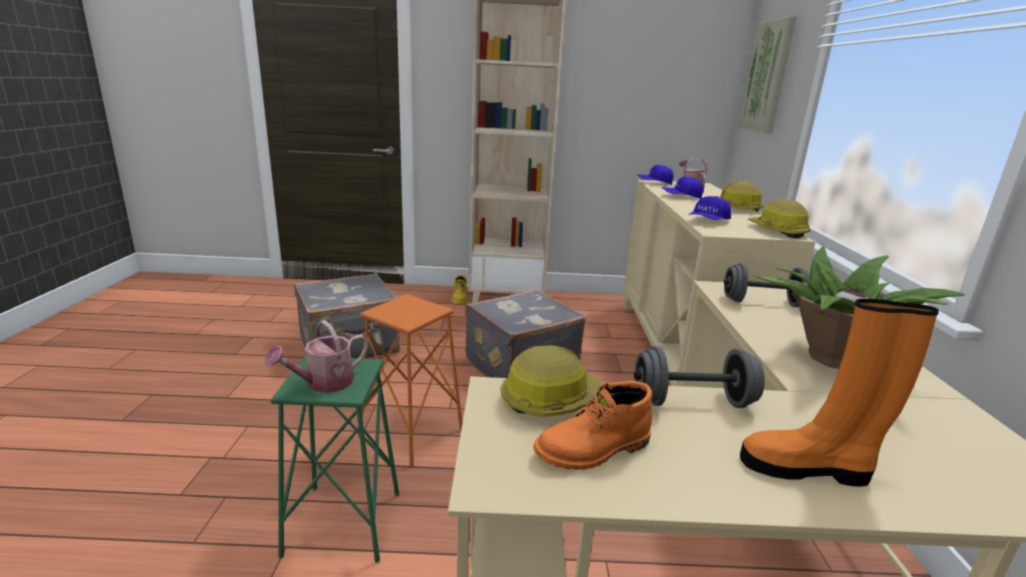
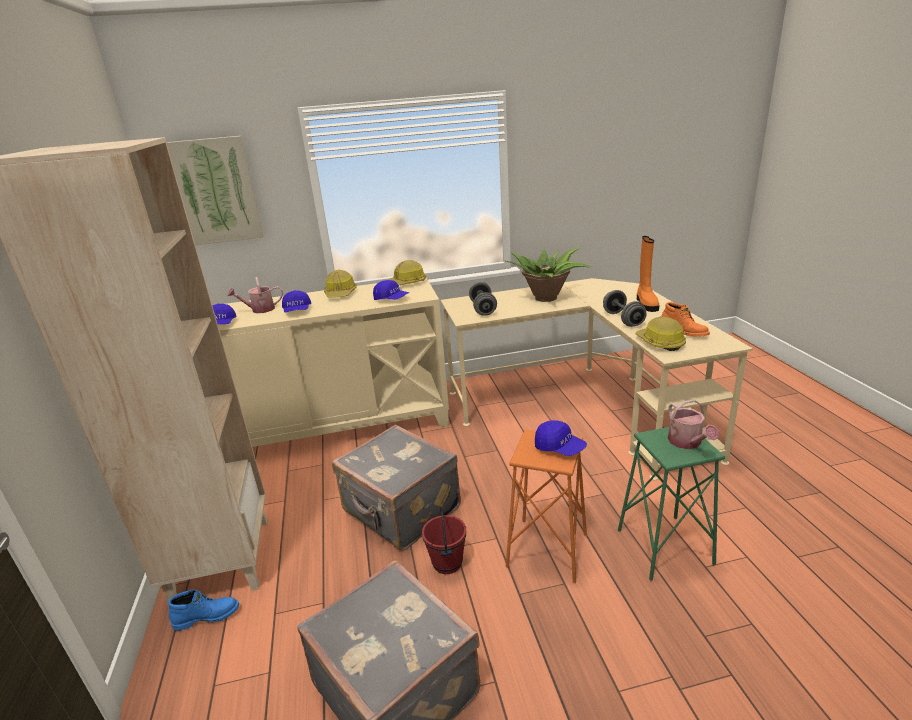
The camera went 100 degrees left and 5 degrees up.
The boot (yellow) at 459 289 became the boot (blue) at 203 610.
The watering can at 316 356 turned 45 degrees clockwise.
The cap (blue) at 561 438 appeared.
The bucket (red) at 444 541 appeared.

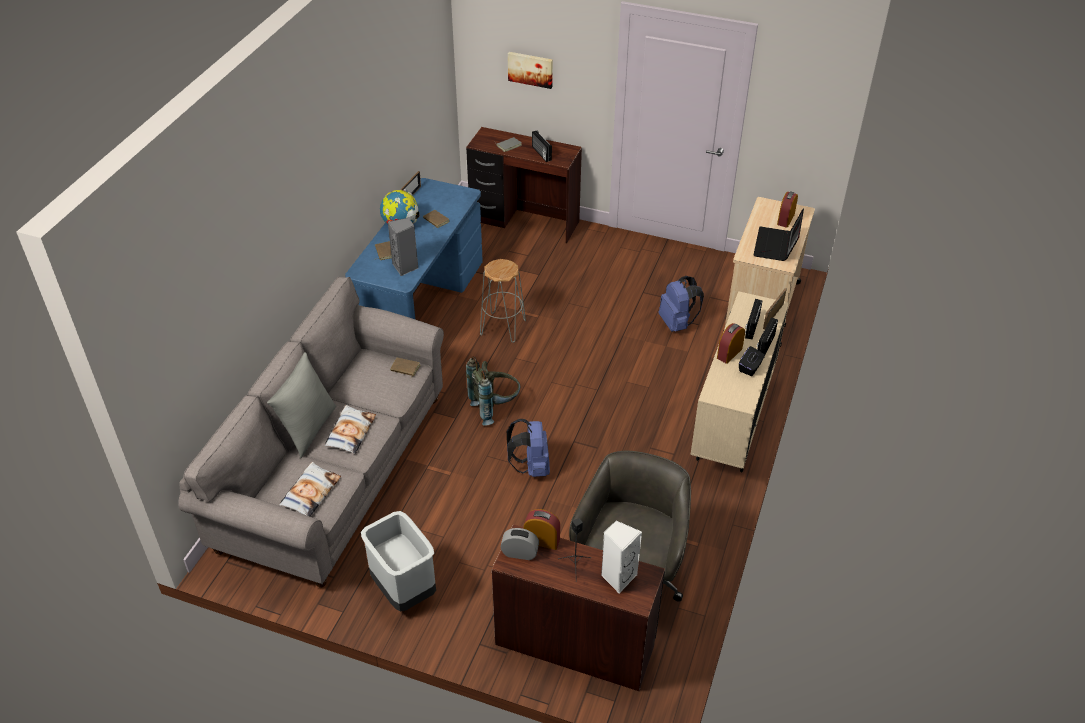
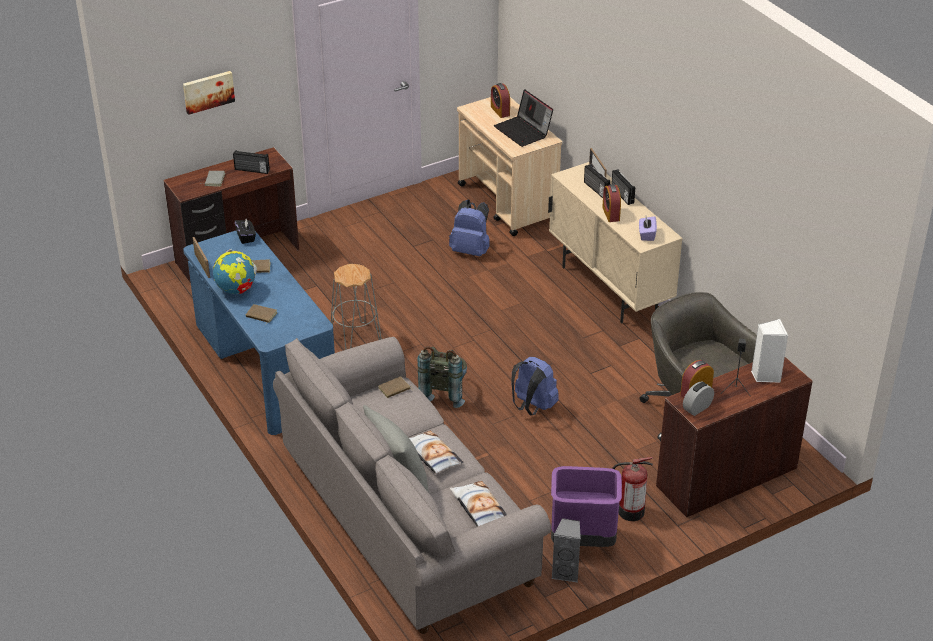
The camera went 50 degrees left and 5 degrees down.
The speaker (grey) moved from 403 247 to 566 550.
The tissue box (black) moved from 752 361 to 245 231.
The trash can (grey) at 398 561 became the trash can (purple) at 586 506.
The tissue box (purple) at 648 228 appeared.
The fire extinguisher at 632 489 appeared.

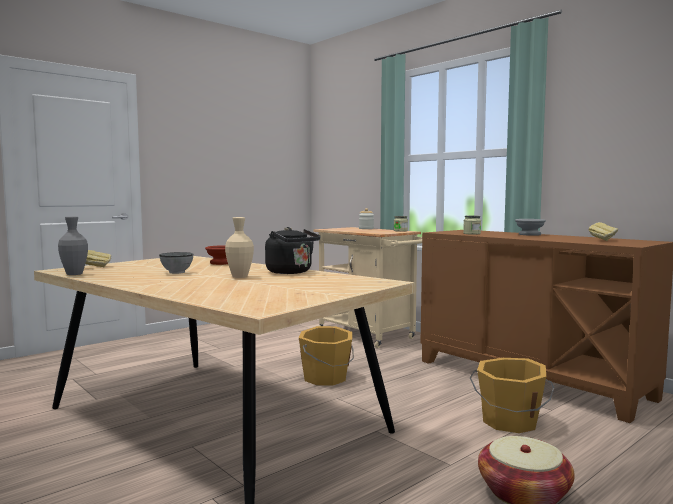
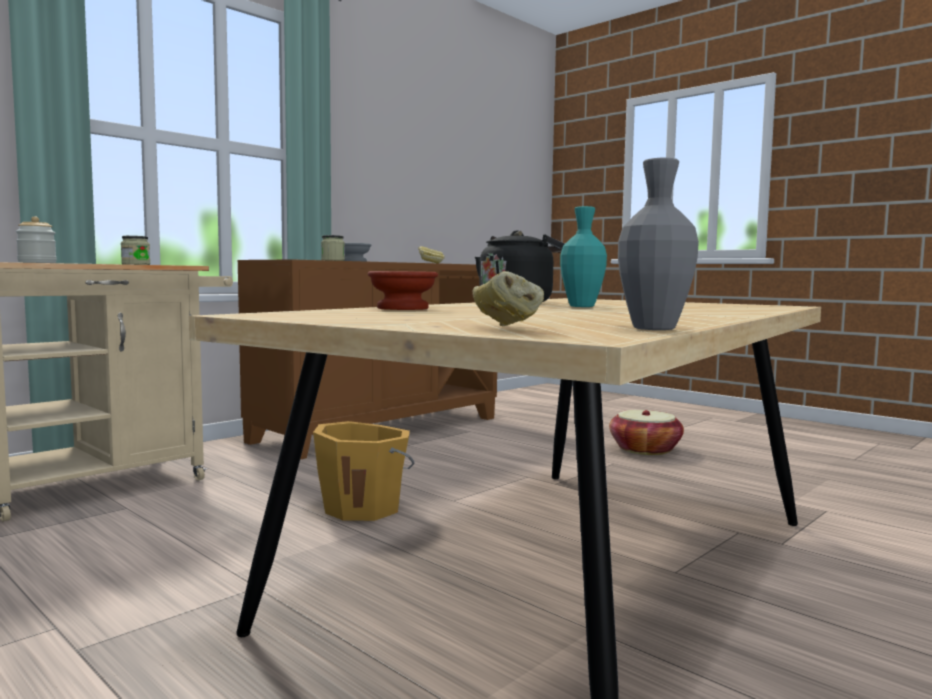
The camera went 95 degrees left and 0 degrees up.
The vase (beige) at 239 247 became the vase (turquoise) at 583 256.
The bowl (grey) at 176 263 disappeared.
The bucket (orange) at 512 395 disappeared.

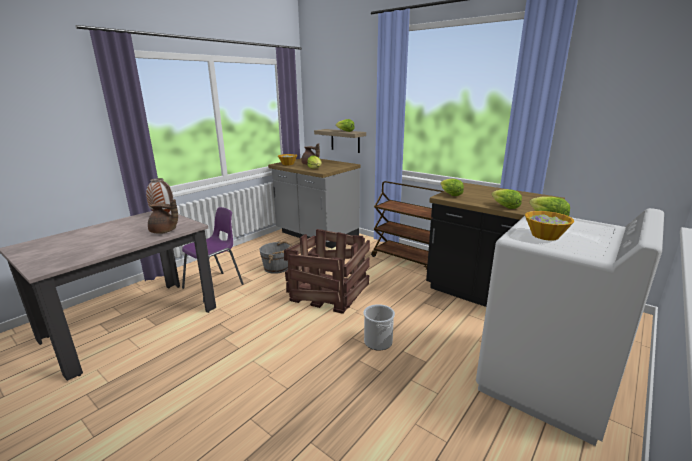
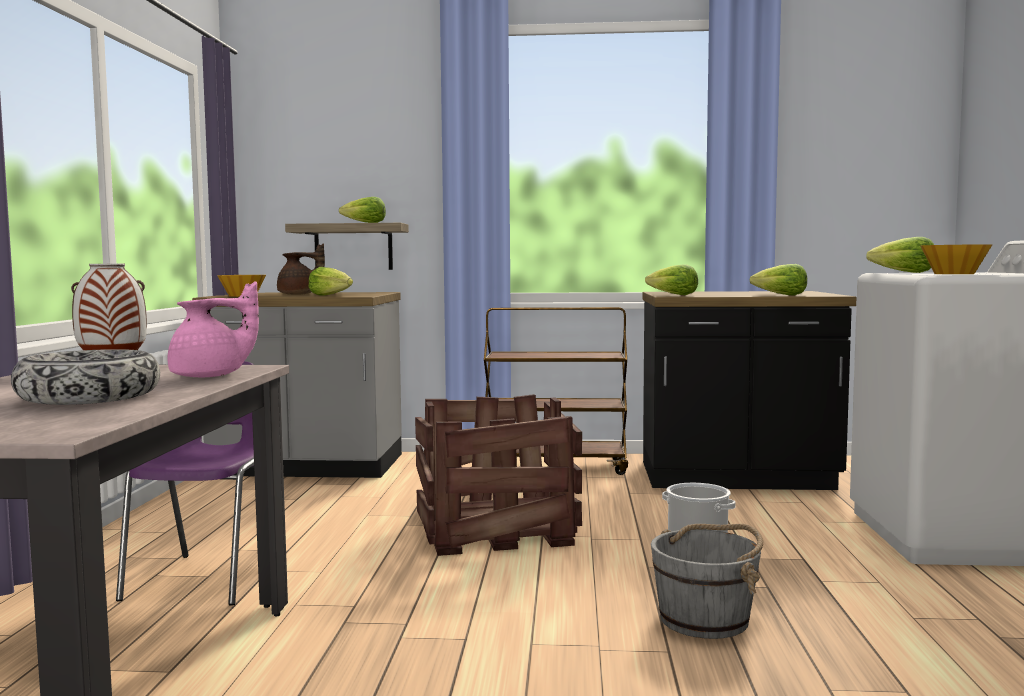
The camera went 35 degrees left and 15 degrees down.
The teapot (brown) at 163 216 became the teapot (pink) at 213 329.
The bucket (grey) moved from 275 257 to 707 581.
The bowl at 85 377 appeared.

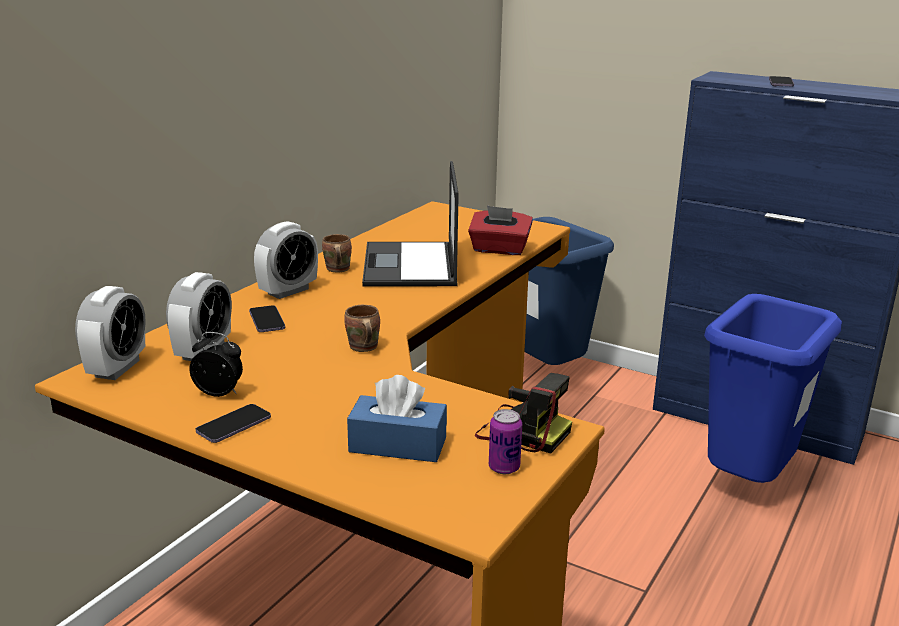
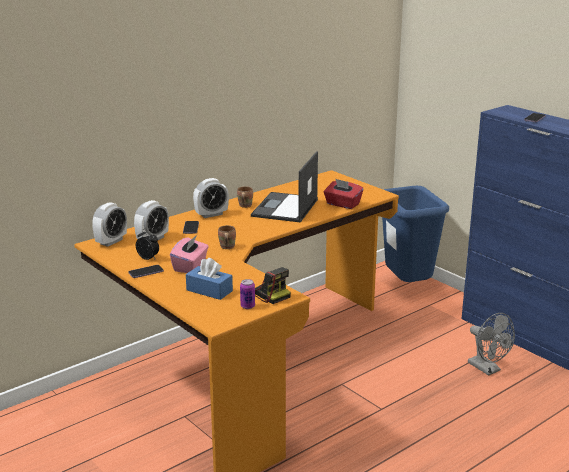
The camera went 20 degrees right and 0 degrees up.
The trash can (blue) at 773 388 was replaced by the fan (grey) at 491 344.
The tissue box (pink) at 189 254 appeared.

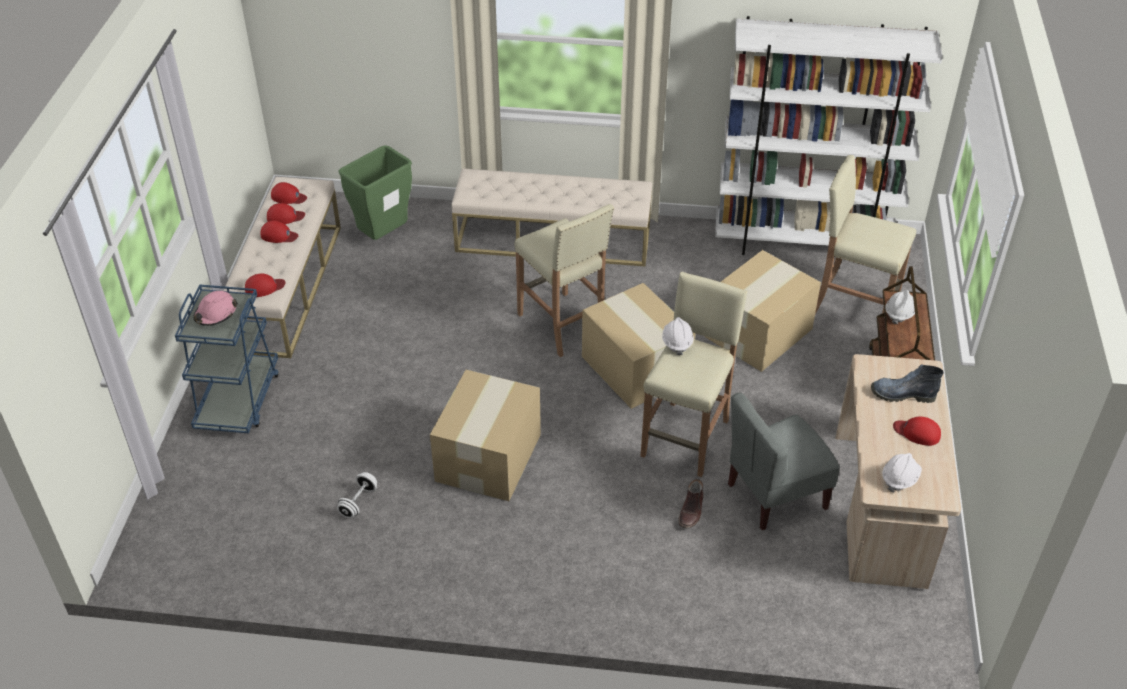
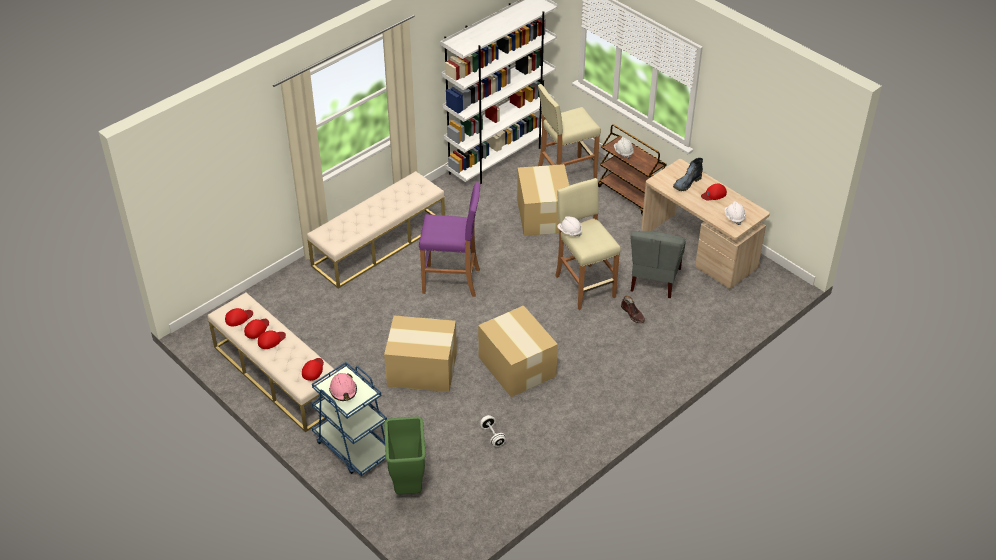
The camera went 50 degrees left and 0 degrees up.
The trash can (green) moved from 375 192 to 405 455.
The stool (beige) at 564 280 became the stool (purple) at 450 239.
The cardboard box moved from 639 346 to 420 354.

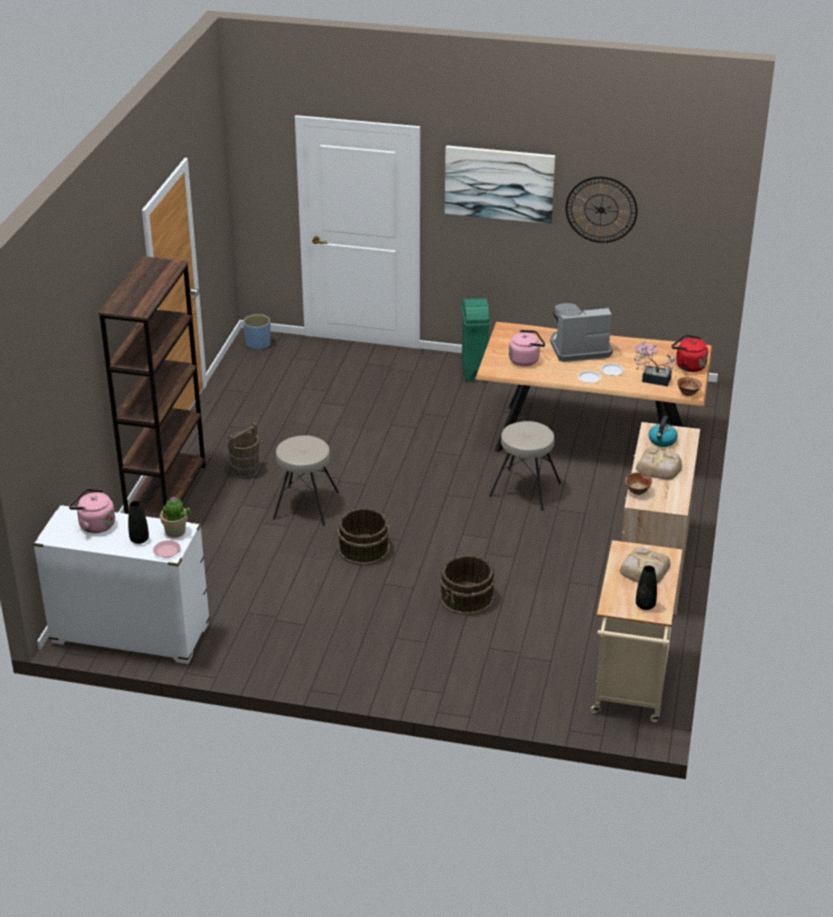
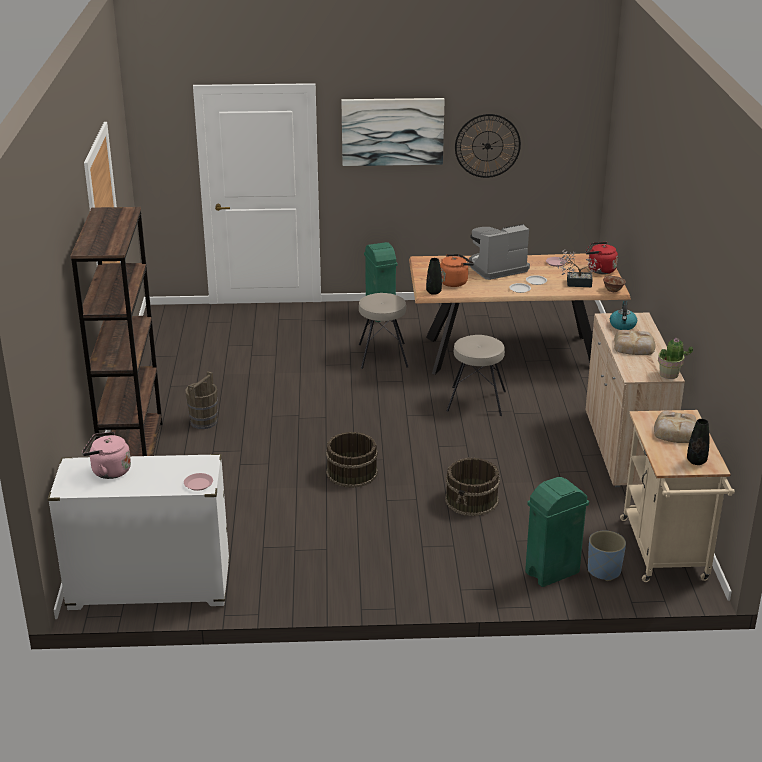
The camera went 15 degrees left and 5 degrees down.
The planter (blue) moved from 257 332 to 607 555.
The kettle (pink) at 527 348 became the kettle (orange) at 457 270.
The stool (beige) moved from 306 480 to 383 331.
The bowl at 638 483 disappeared.
The potted plant moved from 175 517 to 675 358.
The vase (black) moved from 138 522 to 434 276.
The trash can (green) at 557 532 appeared.

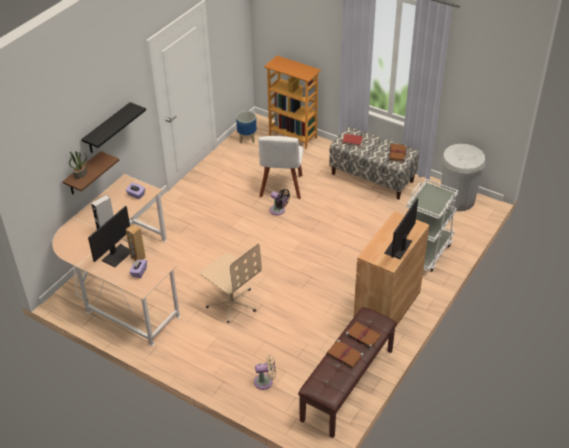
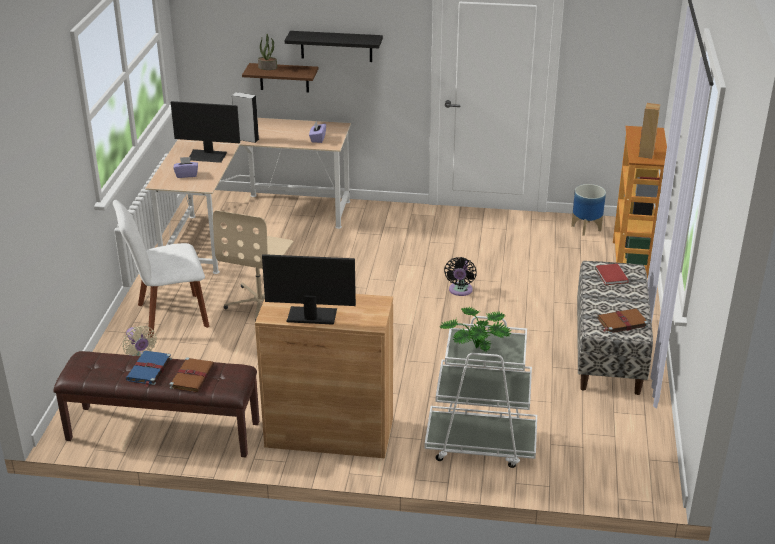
The camera went 65 degrees right and 10 degrees down.
The chair (white) moved from 280 167 to 161 268.
The trash can (white) at 463 177 disappeared.
The speaker (brown) moved from 136 242 to 649 131.
The book (brown) at 345 354 became the book (blue) at 149 369.
The potted plant at 476 329 appeared.

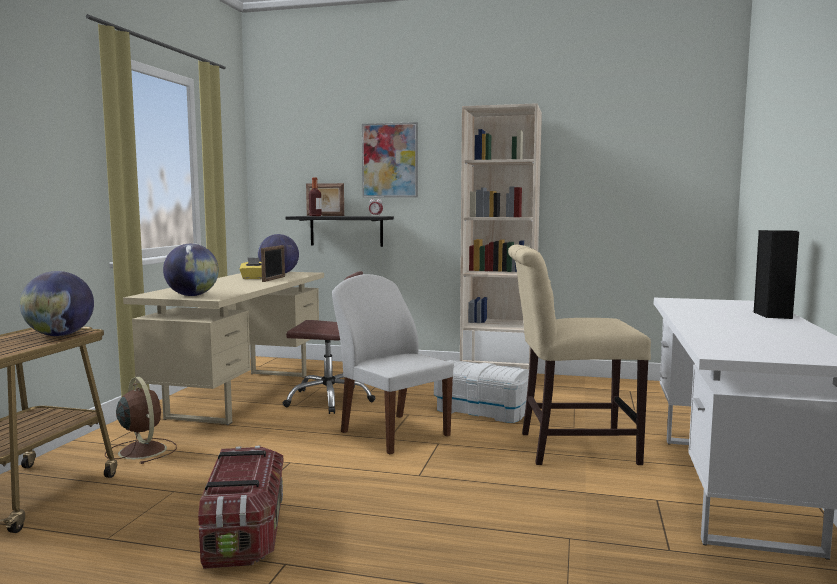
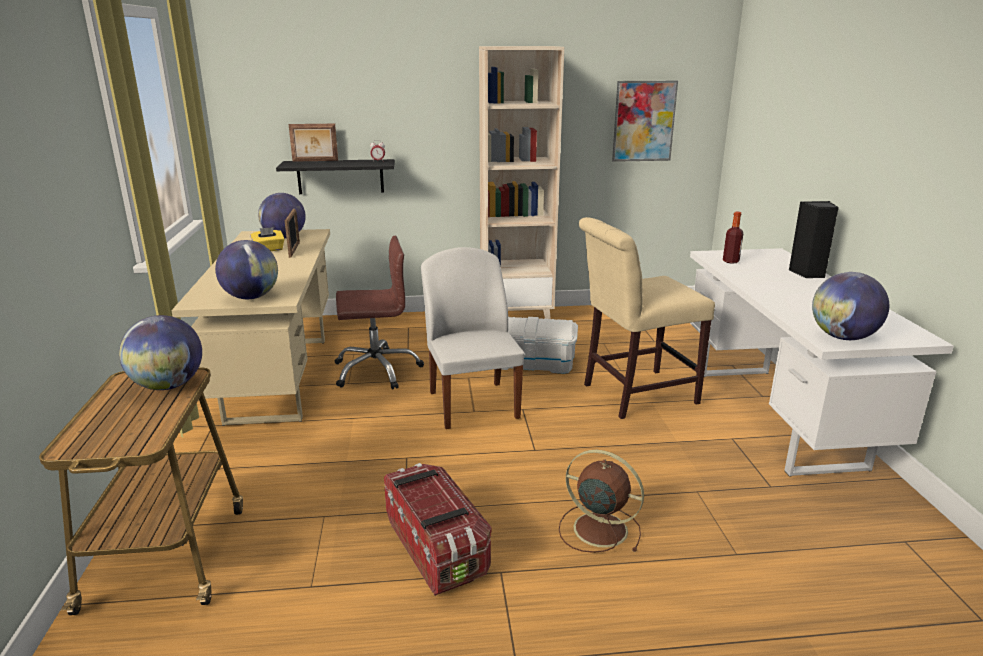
The camera went 20 degrees left and 15 degrees up.
The picture moved from 390 160 to 645 121.
The bottle moved from 315 197 to 733 238.
The chair (white) at 393 364 turned 45 degrees clockwise.
The fan (brown) moved from 141 420 to 601 501.
The globe at 850 306 appeared.

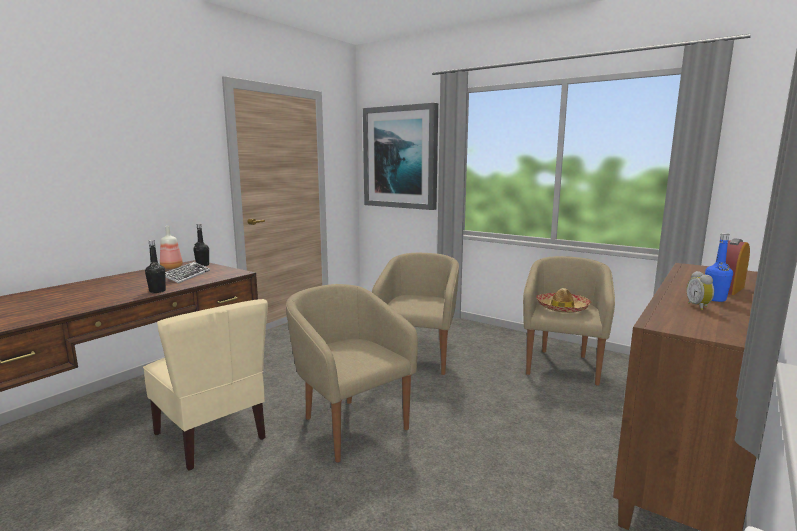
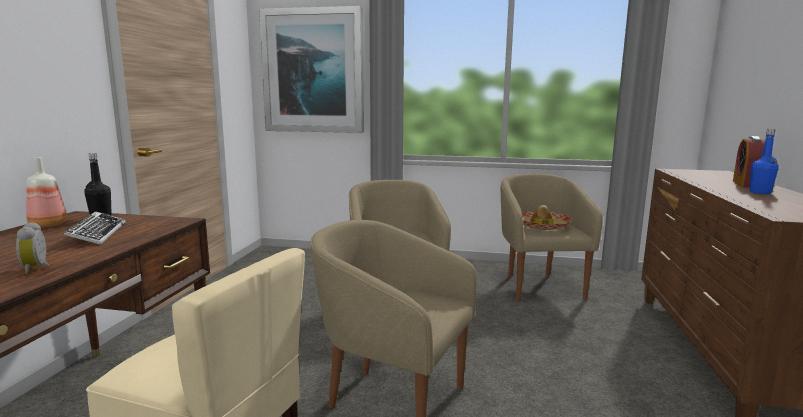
The camera went 25 degrees left and 0 degrees up.
The bottle (black) at 155 266 disappeared.
The alarm clock moved from 700 290 to 33 248.

